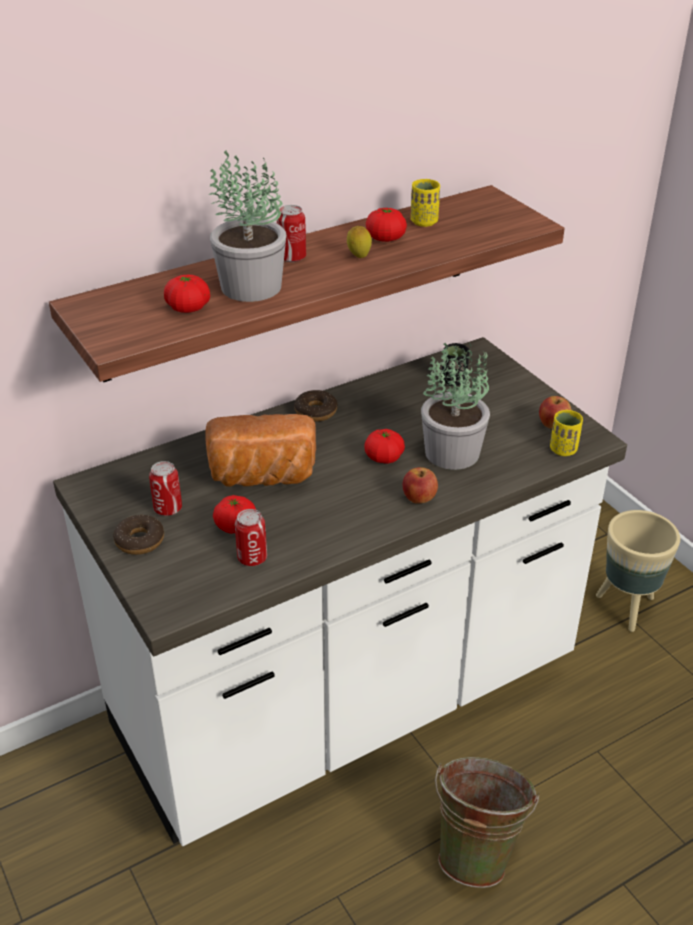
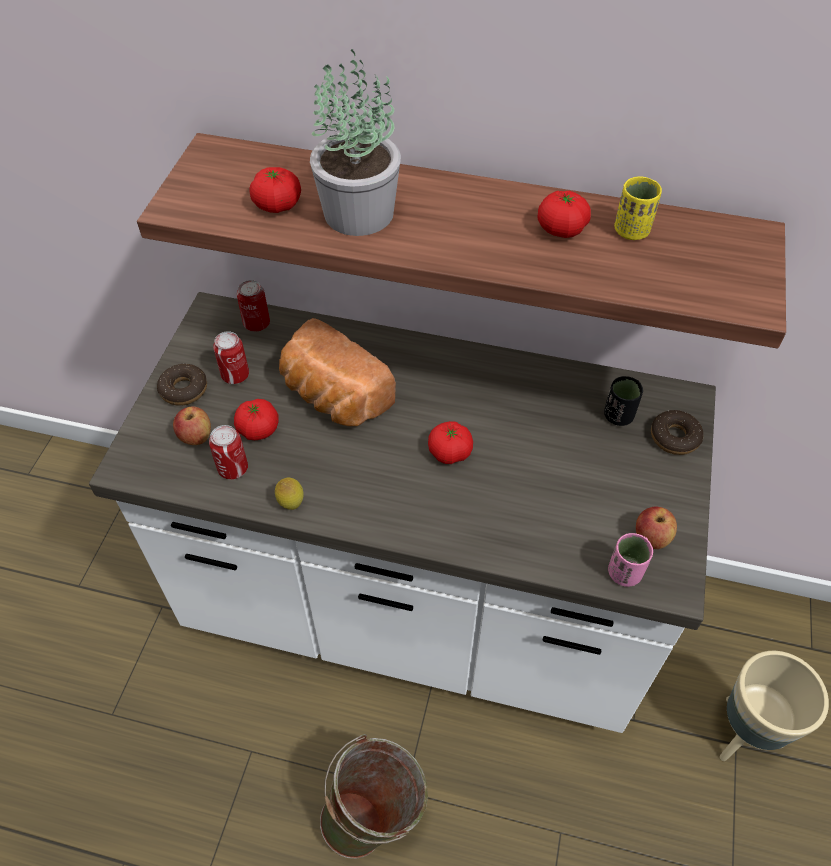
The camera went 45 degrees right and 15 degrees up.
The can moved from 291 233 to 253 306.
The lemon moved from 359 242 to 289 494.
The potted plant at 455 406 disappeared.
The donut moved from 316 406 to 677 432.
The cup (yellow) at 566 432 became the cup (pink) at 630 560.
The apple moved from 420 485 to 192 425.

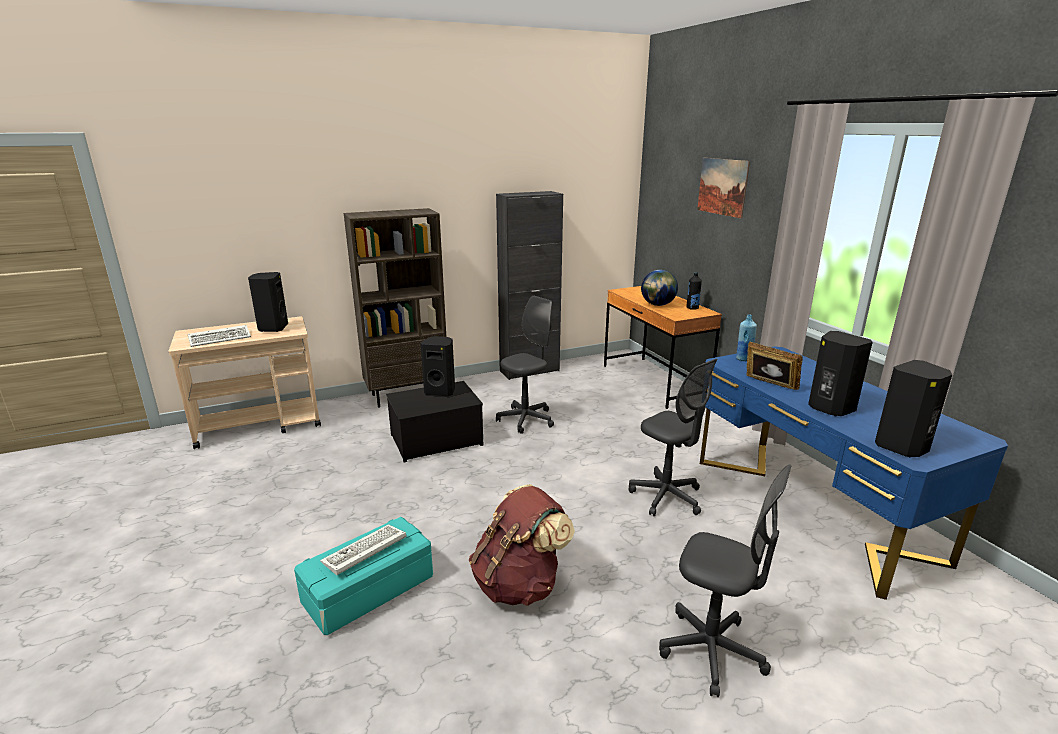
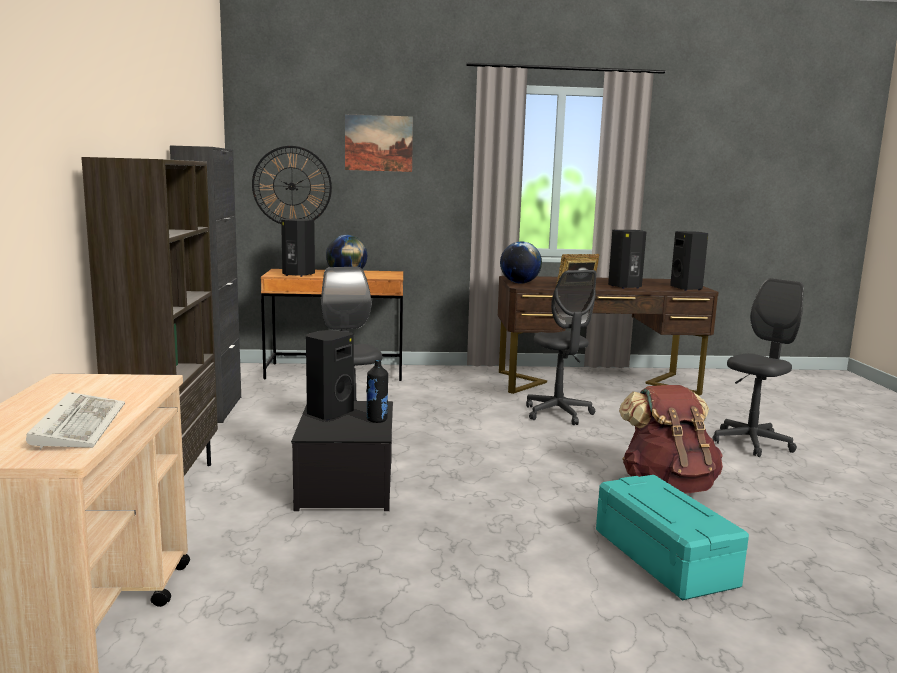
The camera went 70 degrees left and 10 degrees down.
The speaker (black) moved from 268 302 to 298 248.
The bottle (black) moved from 694 291 to 377 391.
The bottle (blue) at 746 338 was replaced by the globe at 521 262.
The desk (blue) at 854 473 became the desk (brown) at 608 336.
The office chair (grey) at 673 437 turned 90 degrees clockwise.
The keyboard at 363 549 disappeared.
The wall clock at 292 185 appeared.

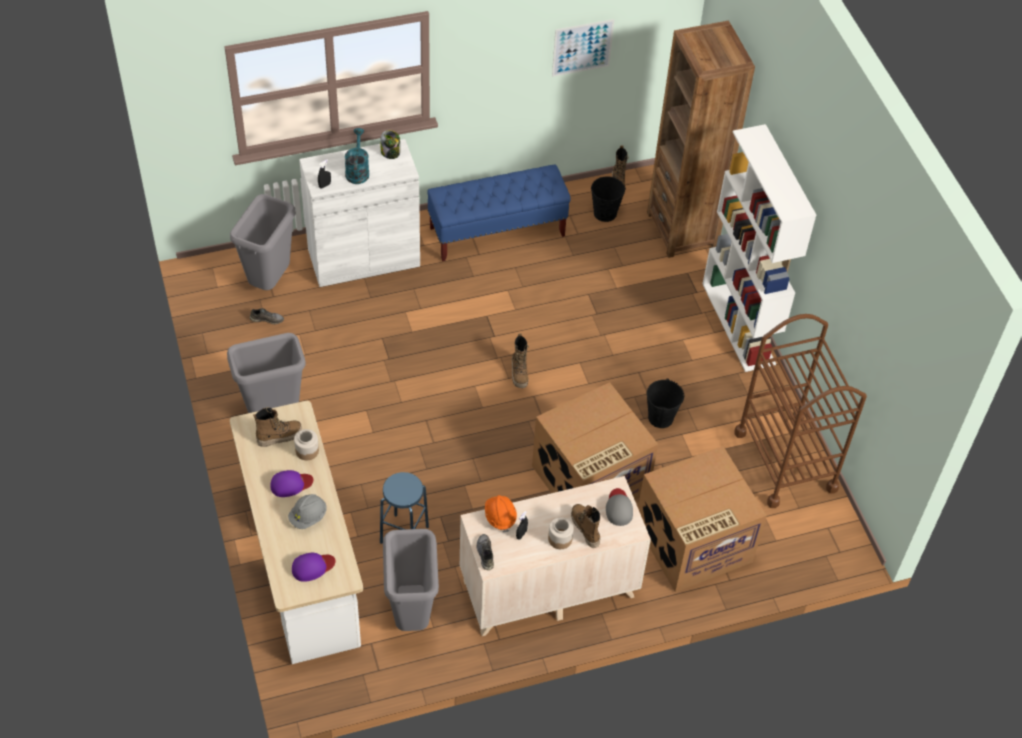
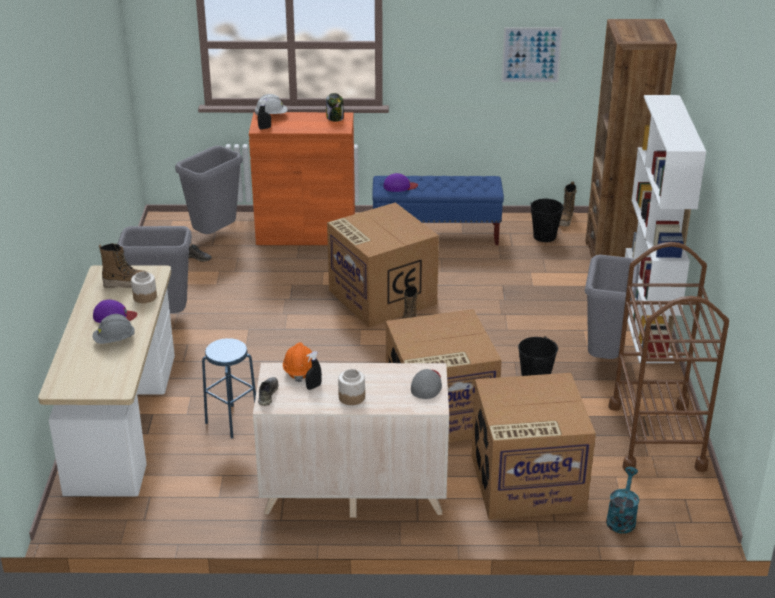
The camera went 20 degrees right and 20 degrees down.
The watering can (turquoise) moved from 357 156 to 622 500.
The cabinet (white) at 359 213 became the cabinet (orange) at 302 178.
The boot at 586 526 disappeared.
The trash can (grey) moved from 411 580 to 612 307.
The cap (purple) moved from 313 567 to 400 182.
The hard hat (white) at 271 104 appeared.
The cardboard box at 383 264 appeared.

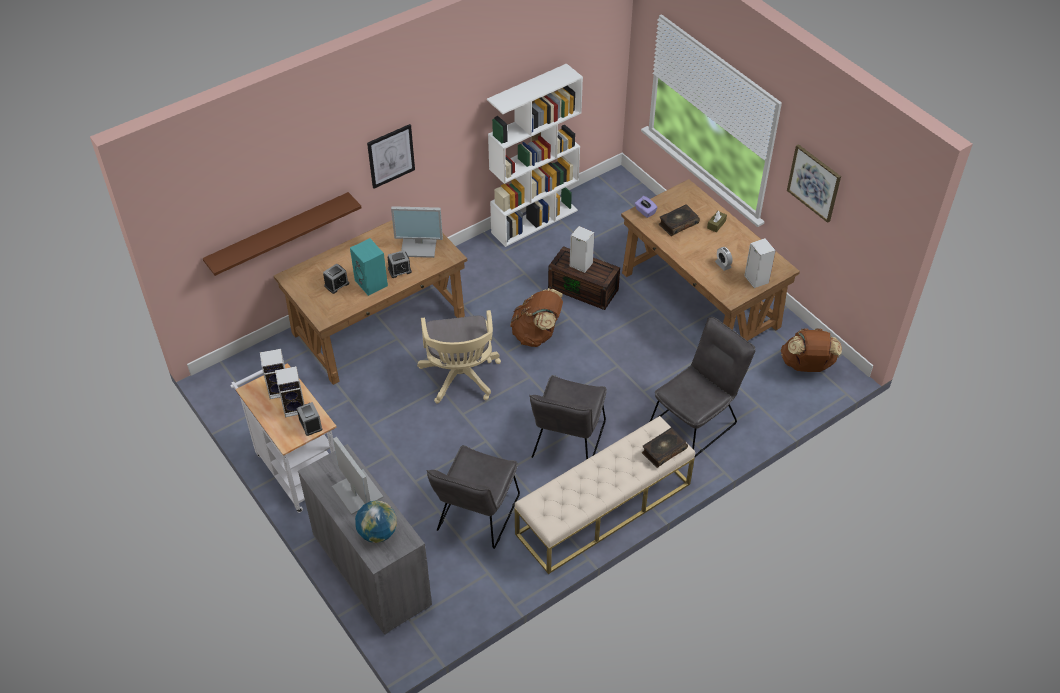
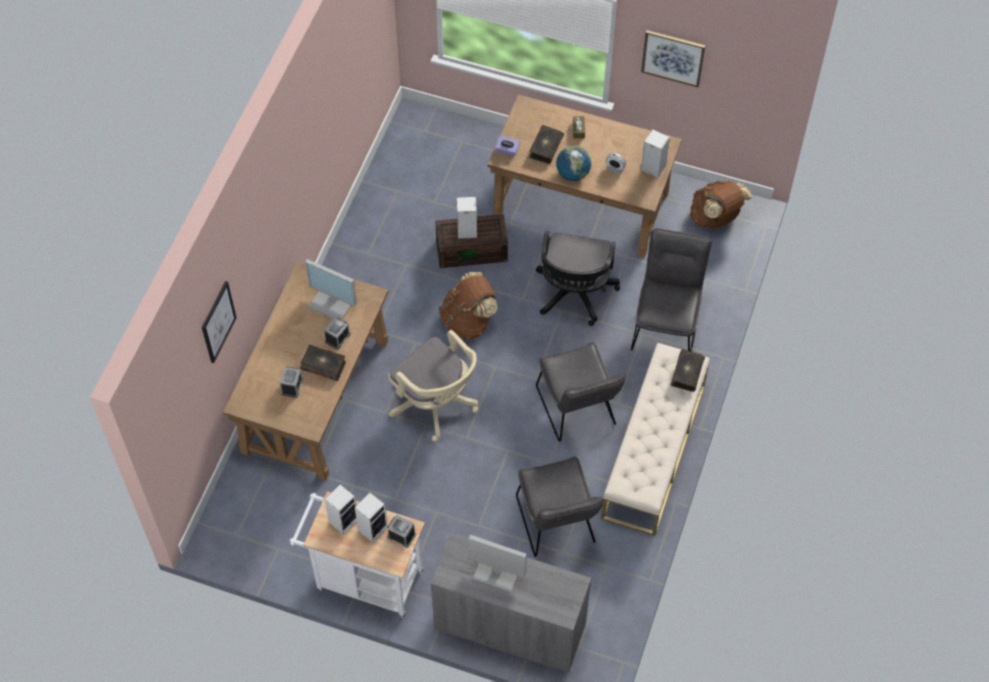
The camera went 35 degrees left and 10 degrees up.
The bookcase (white) at 535 155 disappeared.
The picture moved from 391 156 to 219 322.
The shelf (brown) at 282 234 disappeared.
The monitor at 417 232 turned 60 degrees clockwise.
The speaker (turquoise) at 369 267 was replaced by the book at 323 363.
The globe moved from 376 521 to 573 163.
The office chair (black) at 578 278 appeared.

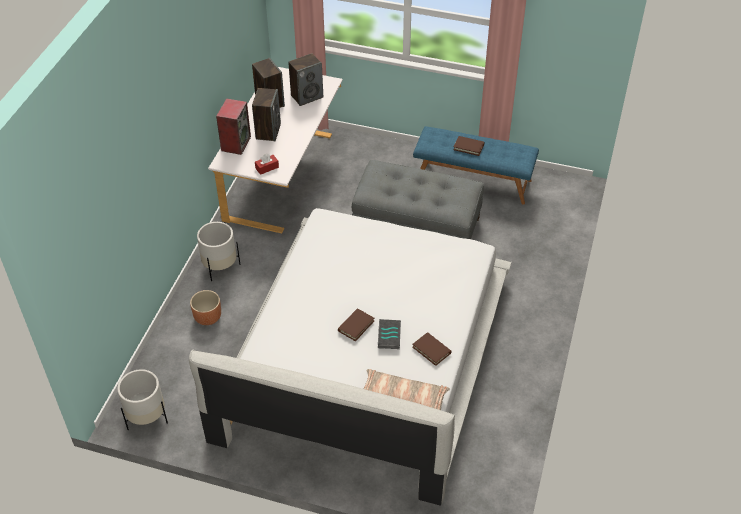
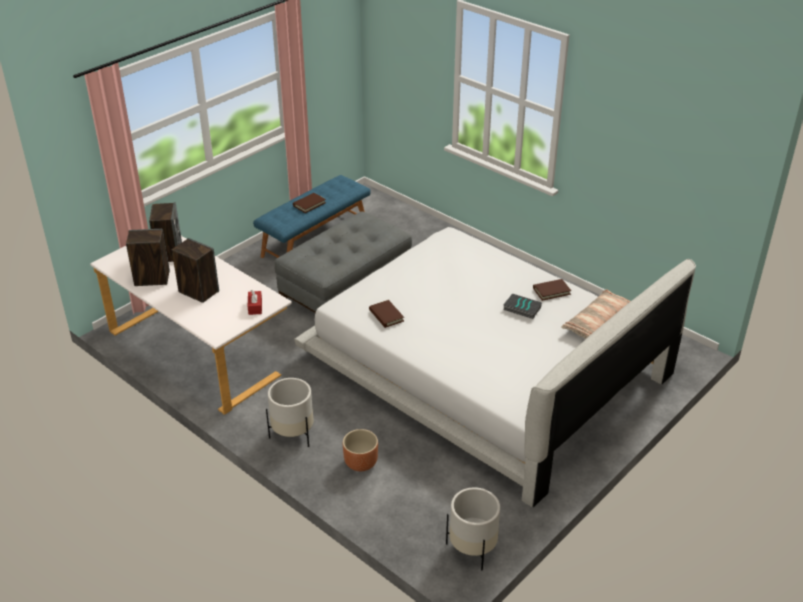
The camera went 65 degrees left and 10 degrees down.
The speaker at 233 126 disappeared.
The book (brown) moved from 356 324 to 386 314.

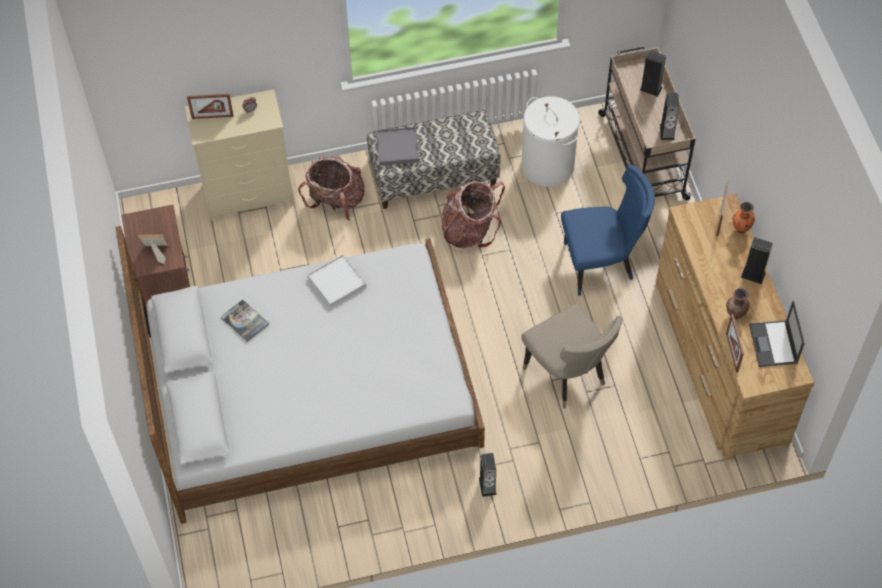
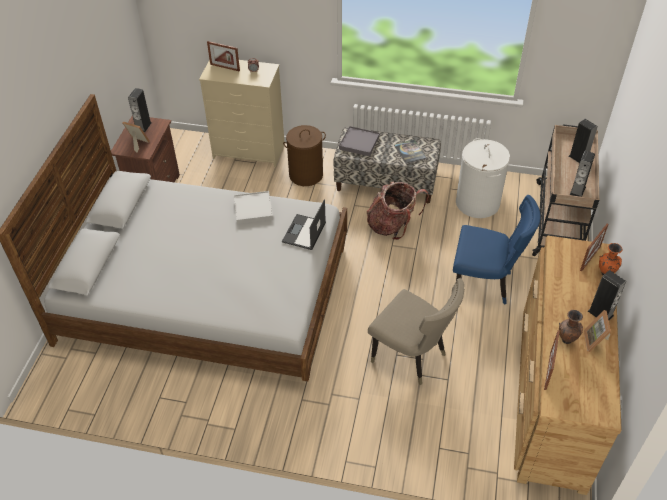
The camera went 25 degrees right and 10 degrees down.
The backpack at 331 187 was replaced by the laundry basket (brown) at 304 155.
The book moved from 245 320 to 410 152.
The laptop moved from 777 334 to 304 224.
The chair (beige) at 571 355 turned 45 degrees counterclockwise.
The speaker moved from 488 475 to 140 110.
The picture frame at 597 331 appeared.

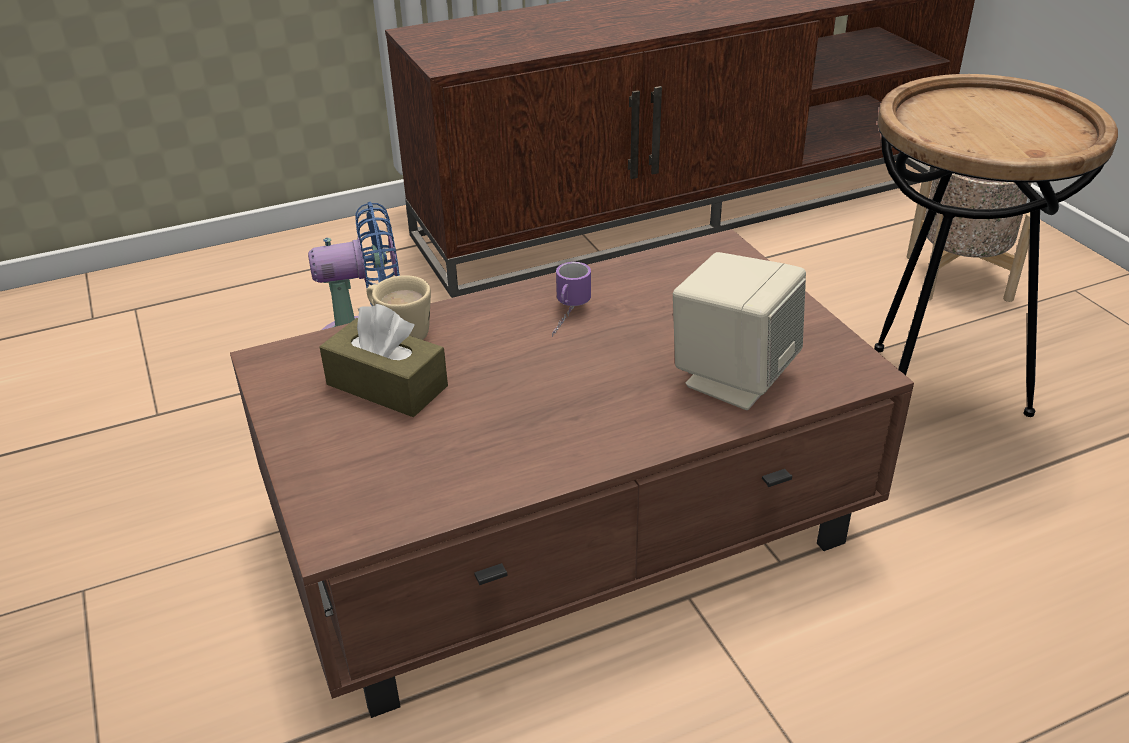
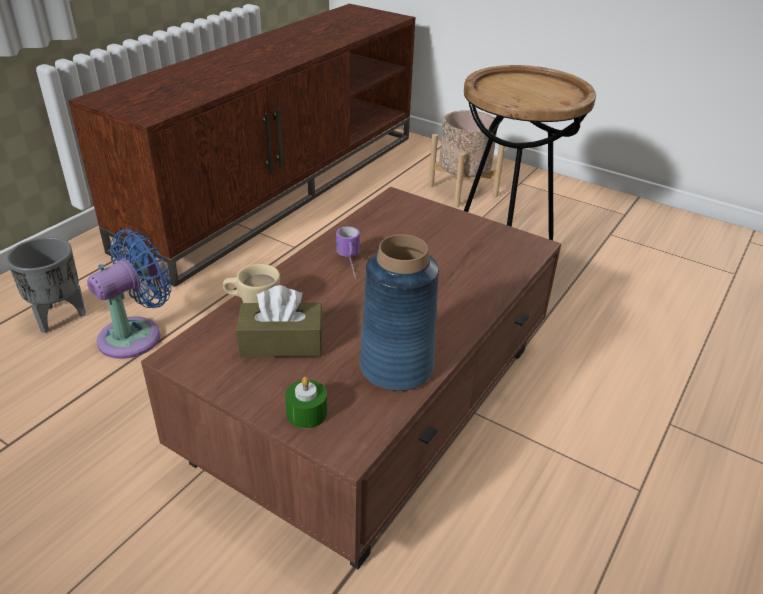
The camera went 35 degrees left and 0 degrees up.
The speaker (beige) at 739 331 disappeared.
The vase (blue) at 399 312 appeared.
The planter (grey) at 46 285 appeared.
The candle (green) at 306 402 appeared.

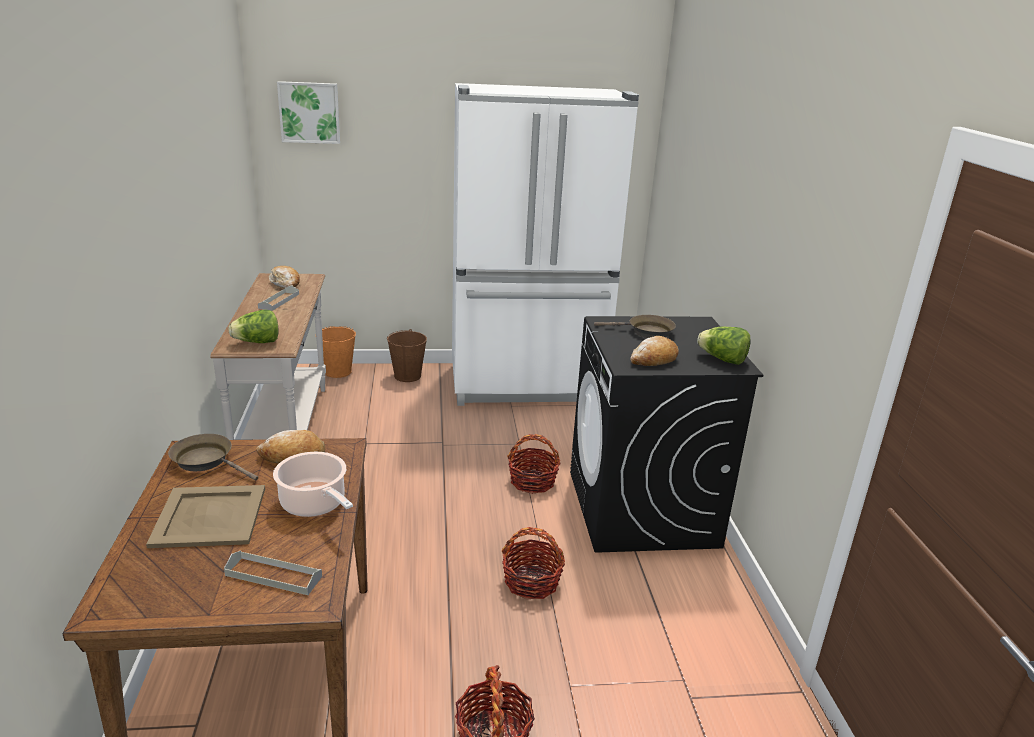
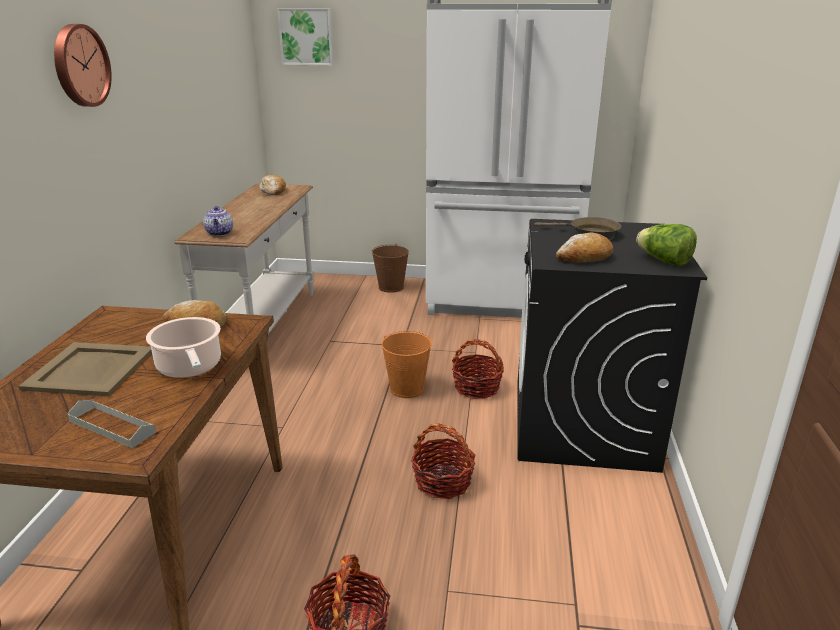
The camera went 15 degrees right and 0 degrees up.
The tray (grey) at 278 298 disappeared.
The lettuce at 253 326 was replaced by the teapot at 218 221.
The bucket (orange) moved from 339 352 to 407 364.
The frying pan (brown) at 213 457 disappeared.
The wall clock at 83 65 appeared.

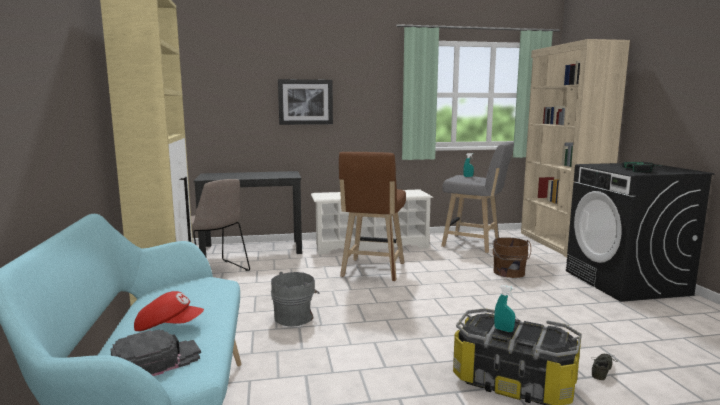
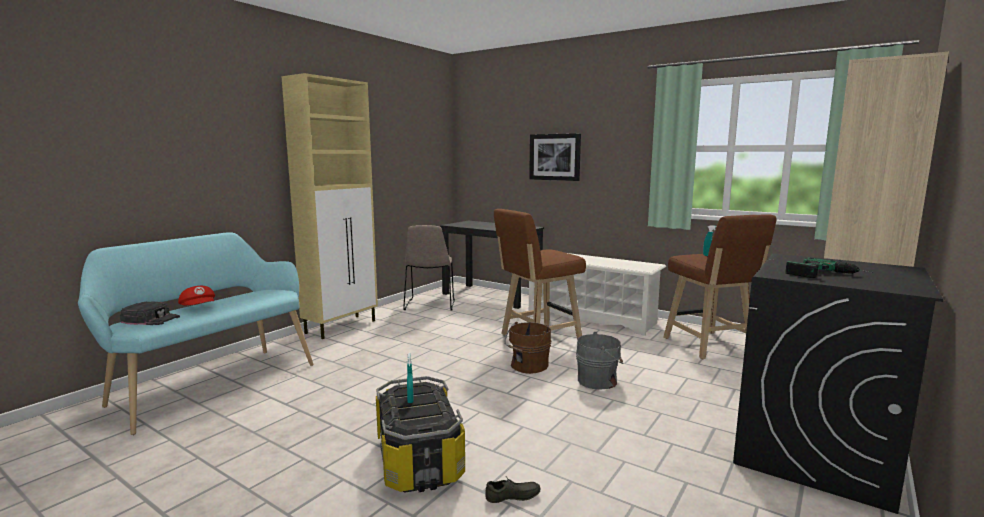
The camera went 45 degrees right and 0 degrees up.
The stool (grey) at 477 197 became the stool (brown) at 720 286.
The bucket (brown) moved from 511 257 to 528 348.
The bucket (grey) moved from 295 299 to 599 361.

